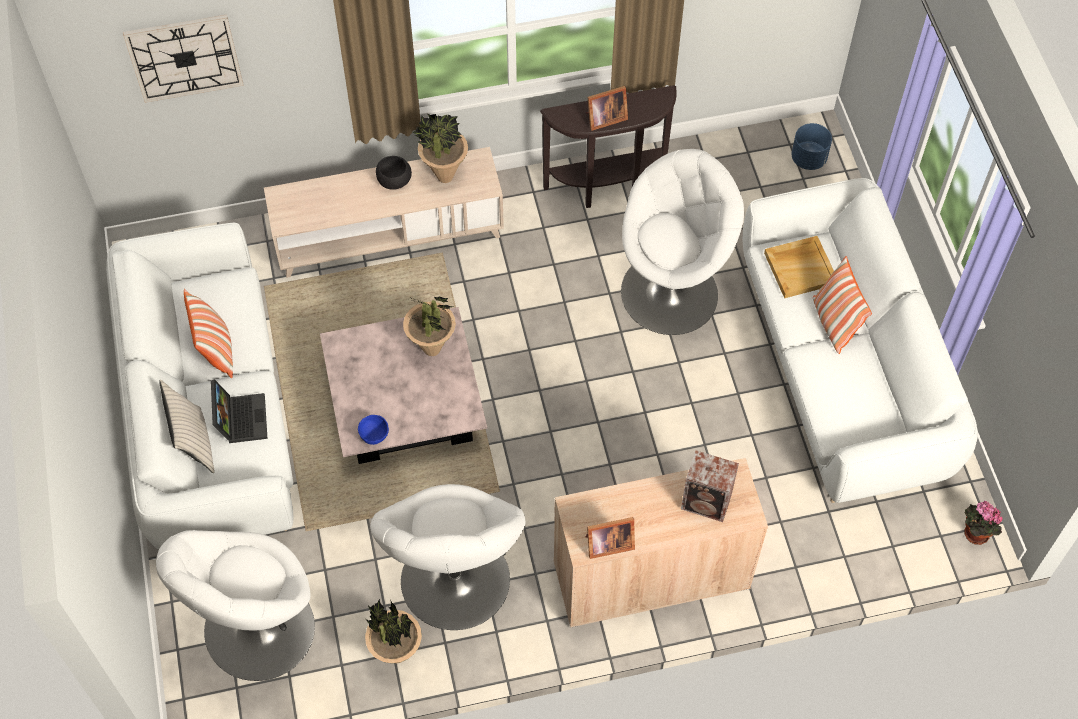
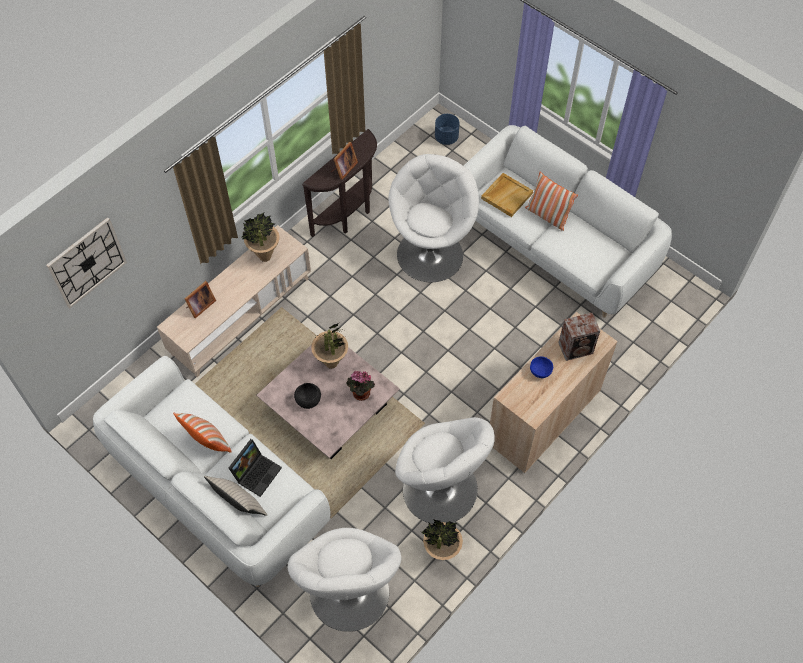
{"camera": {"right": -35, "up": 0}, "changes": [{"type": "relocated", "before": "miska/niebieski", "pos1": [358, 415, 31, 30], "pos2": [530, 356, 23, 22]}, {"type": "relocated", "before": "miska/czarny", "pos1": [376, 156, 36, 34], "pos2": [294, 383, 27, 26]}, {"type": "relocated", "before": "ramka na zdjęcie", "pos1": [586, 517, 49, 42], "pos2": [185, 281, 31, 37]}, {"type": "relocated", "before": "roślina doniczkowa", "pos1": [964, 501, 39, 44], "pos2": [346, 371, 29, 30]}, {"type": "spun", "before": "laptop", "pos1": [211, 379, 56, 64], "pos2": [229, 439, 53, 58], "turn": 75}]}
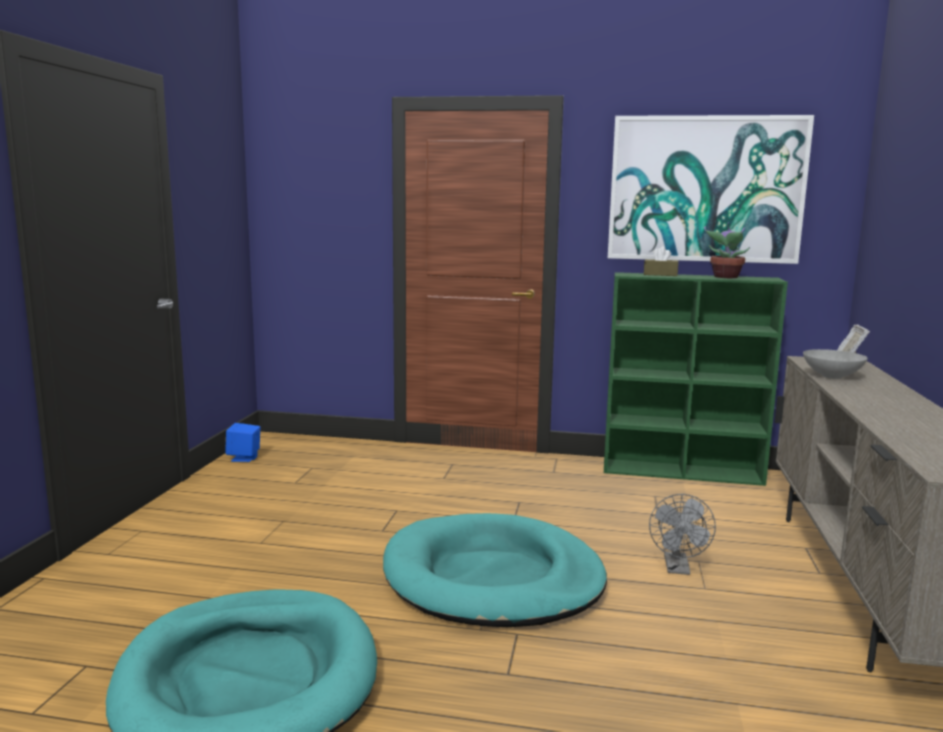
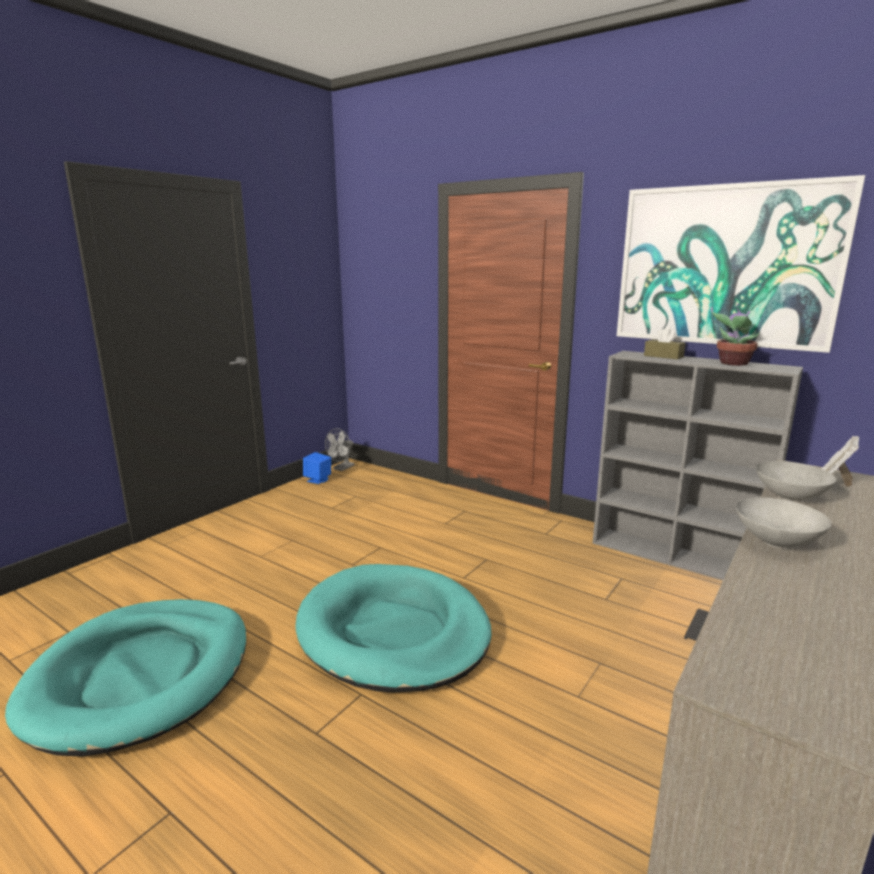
{"camera": {"right": 25, "up": 5}, "changes": [{"type": "appeared", "after": "miska/szary", "pos2": [736, 497, 95, 51]}, {"type": "relocated", "before": "wentylator/szary", "pos1": [649, 494, 67, 81], "pos2": [325, 428, 29, 43]}, {"type": "colour", "before": "regał/zielony", "after": "regał/szary", "pos1": [604, 272, 184, 214], "pos2": [593, 351, 210, 229]}]}
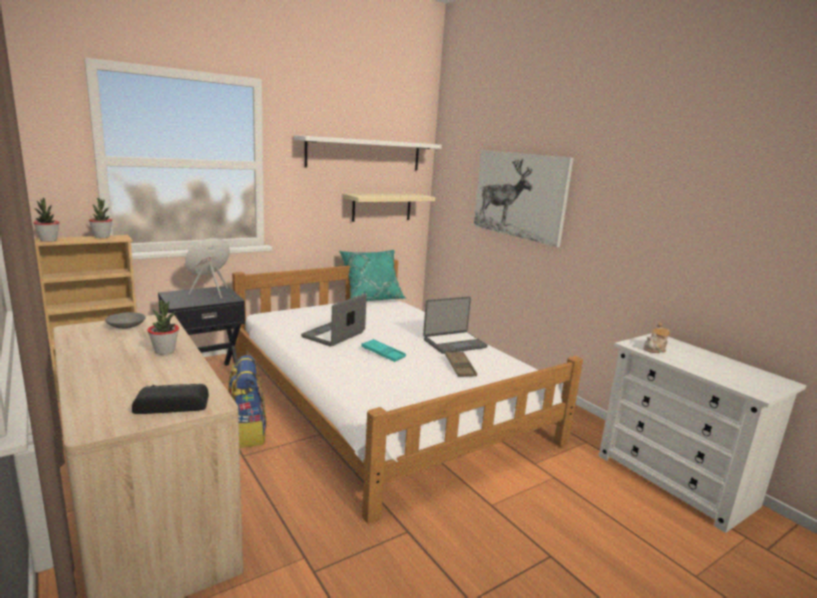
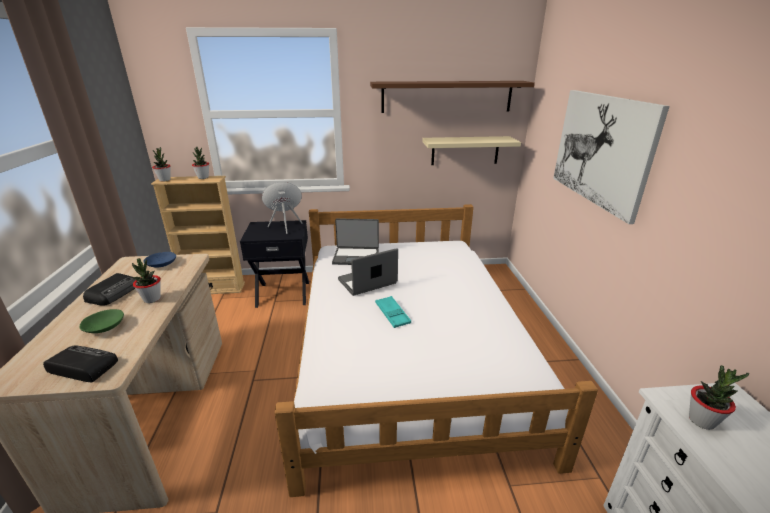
{"camera": {"right": 30, "up": 10}, "changes": [{"type": "missing", "before": "plecak", "pos1": [228, 355, 39, 93]}, {"type": "missing", "before": "poduszka/turkusowy", "pos1": [339, 250, 66, 51]}, {"type": "missing", "before": "taca/brązowy", "pos1": [445, 352, 32, 25]}, {"type": "appeared", "after": "miska/zielony", "pos2": [79, 309, 45, 24]}, {"type": "appeared", "after": "radio", "pos2": [83, 273, 53, 33]}, {"type": "relocated", "before": "laptop", "pos1": [423, 297, 65, 57], "pos2": [332, 218, 47, 47]}, {"type": "exchanged", "before": "imbryk", "after": "roślina doniczkowa", "pos1": [644, 323, 26, 30], "pos2": [689, 365, 61, 65]}, {"type": "colour", "before": "miska/szary", "after": "miska/niebieski", "pos1": [105, 312, 41, 17], "pos2": [143, 252, 33, 16]}, {"type": "colour", "before": "półka/biały", "after": "półka/brązowy", "pos1": [294, 135, 148, 36], "pos2": [370, 81, 165, 32]}]}
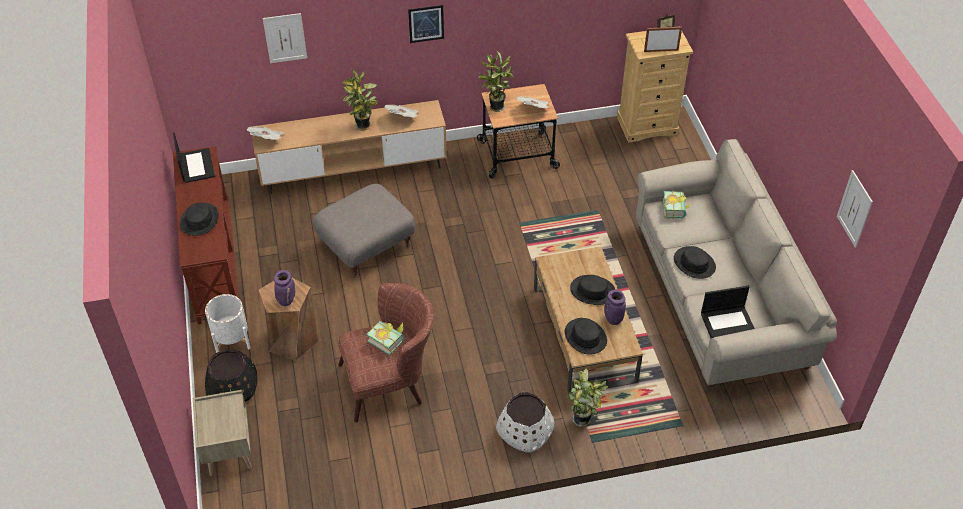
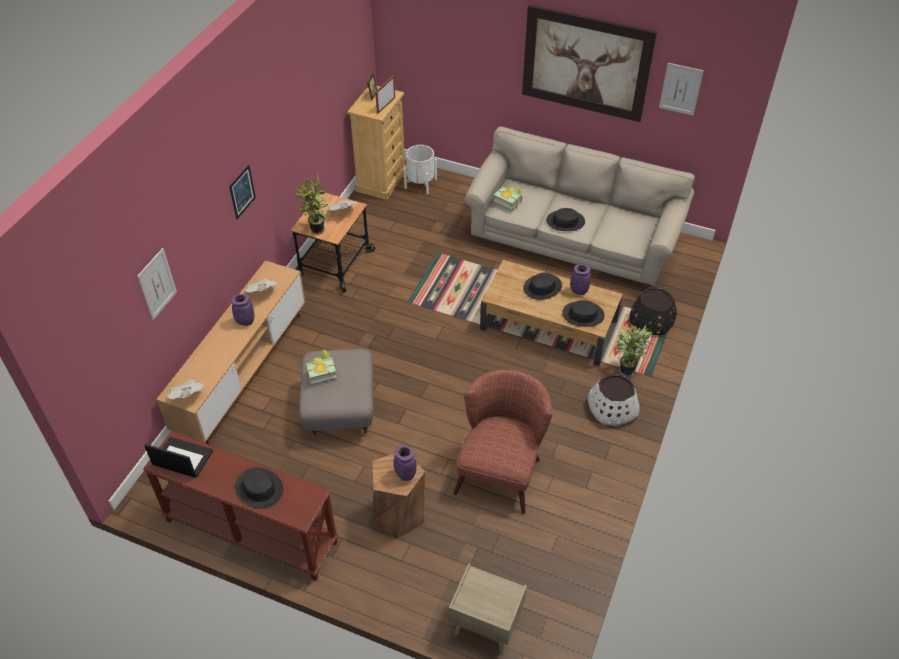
{"camera": {"right": -55, "up": 0}, "changes": [{"type": "missing", "before": "laptop", "pos1": [701, 286, 54, 52]}, {"type": "appeared", "after": "obraz", "pos2": [522, 5, 135, 117]}, {"type": "relocated", "before": "donica/biały", "pos1": [205, 294, 46, 59], "pos2": [404, 145, 33, 49]}, {"type": "relocated", "before": "donica/czarny", "pos1": [205, 349, 53, 53], "pos2": [630, 287, 47, 48]}, {"type": "relocated", "before": "książka", "pos1": [366, 321, 38, 34], "pos2": [306, 349, 32, 36]}, {"type": "exchanged", "before": "roślina doniczkowa", "after": "wazon/fioletowy", "pos1": [342, 69, 36, 62], "pos2": [231, 294, 24, 32]}]}
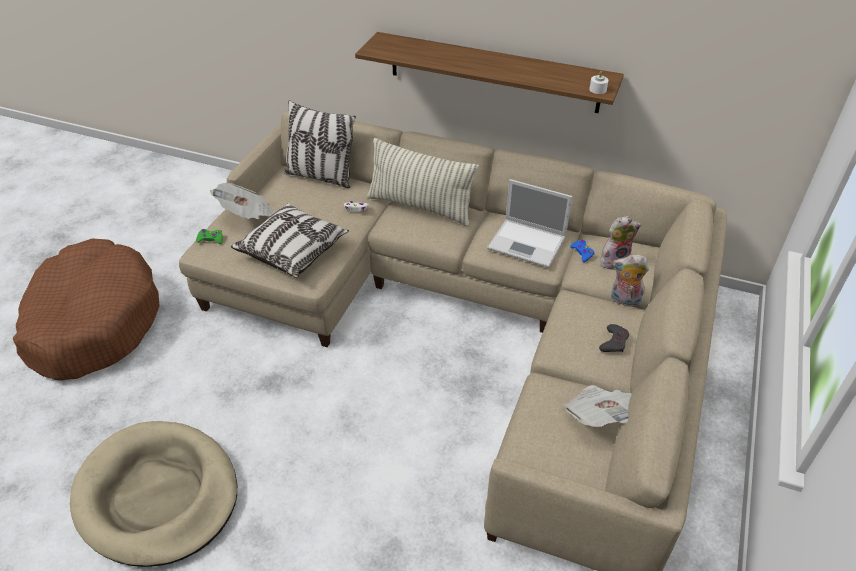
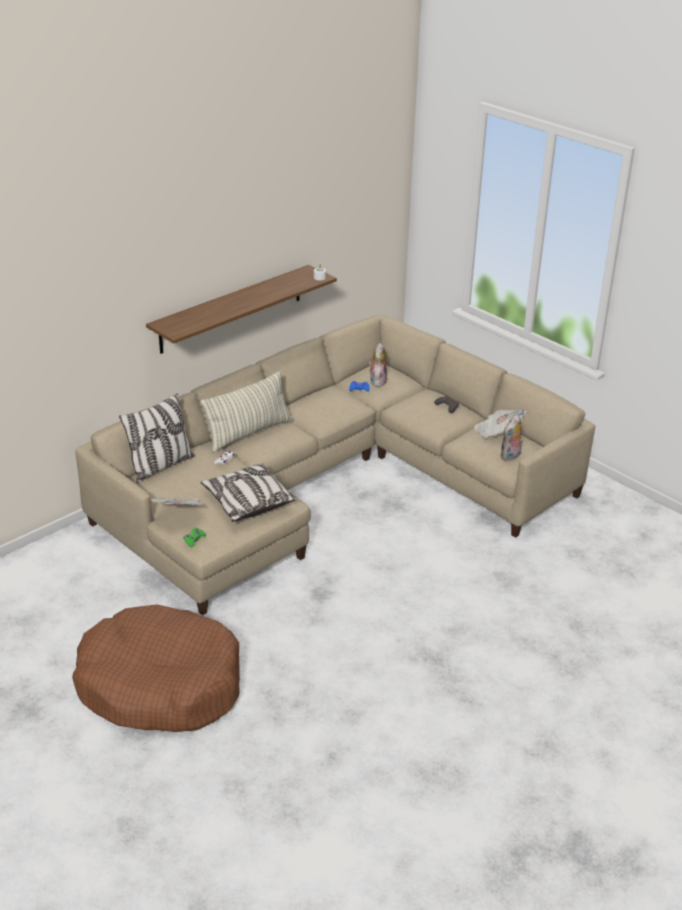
{"camera": {"right": -65, "up": -10}, "changes": [{"type": "missing", "before": "legowisko/beżowy", "pos1": [70, 421, 167, 146]}, {"type": "missing", "before": "laptop", "pos1": [487, 179, 86, 89]}, {"type": "relocated", "before": "pluszak", "pos1": [611, 254, 38, 53], "pos2": [500, 415, 23, 46]}]}
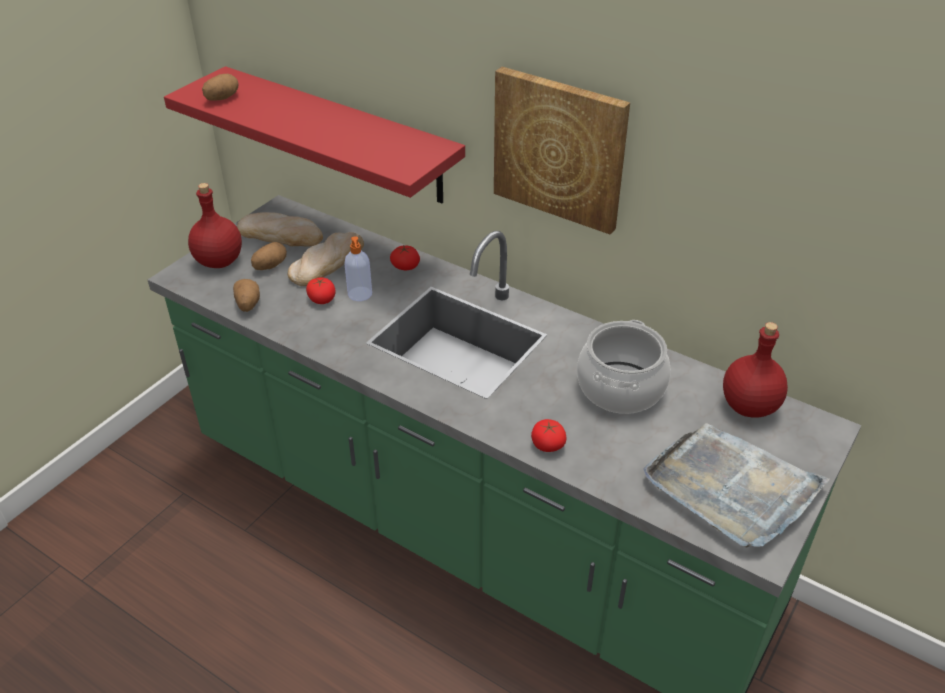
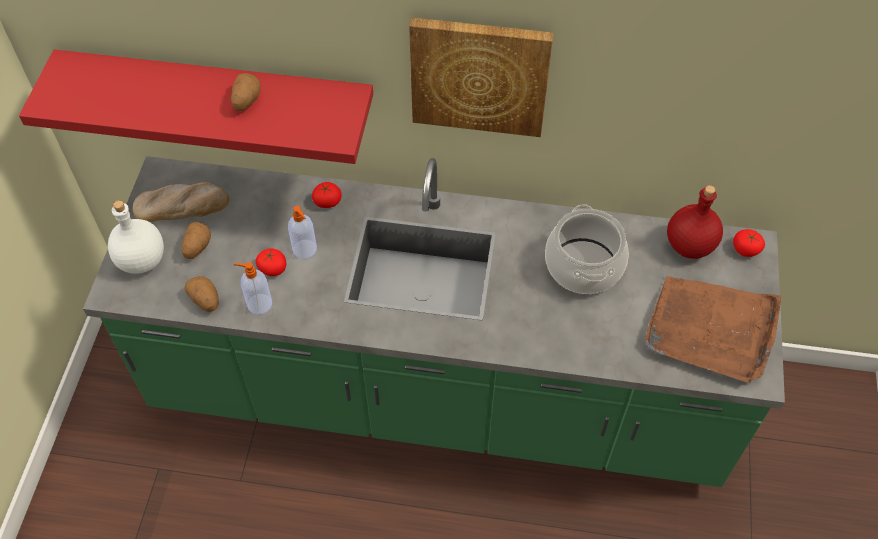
{"camera": {"right": -25, "up": 15}, "changes": [{"type": "missing", "before": "chleb", "pos1": [288, 232, 76, 54]}, {"type": "appeared", "after": "dozownik mydła", "pos2": [233, 262, 39, 52]}, {"type": "relocated", "before": "ziemniak", "pos1": [202, 74, 36, 27], "pos2": [231, 73, 30, 38]}, {"type": "relocated", "before": "pomidor", "pos1": [531, 419, 36, 33], "pos2": [733, 229, 32, 28]}, {"type": "colour", "before": "butelka/czerwony", "after": "butelka/biały", "pos1": [188, 183, 54, 85], "pos2": [108, 200, 56, 74]}, {"type": "colour", "before": "taca/szary", "after": "taca/brązowy", "pos1": [643, 423, 187, 125], "pos2": [645, 276, 136, 107]}]}
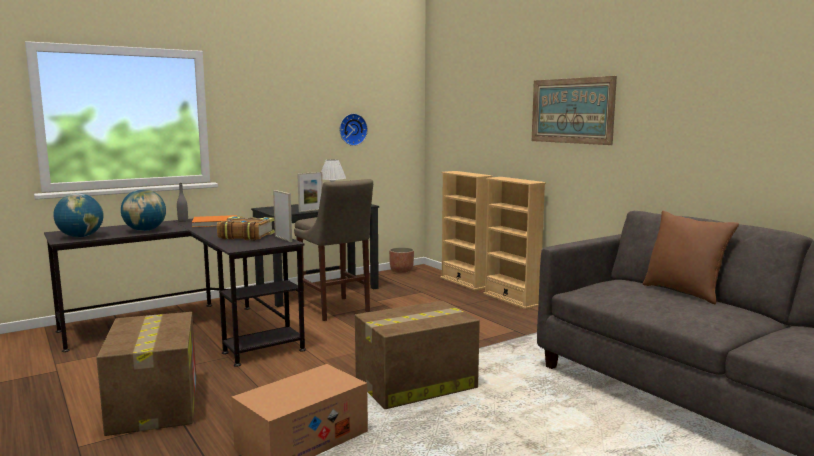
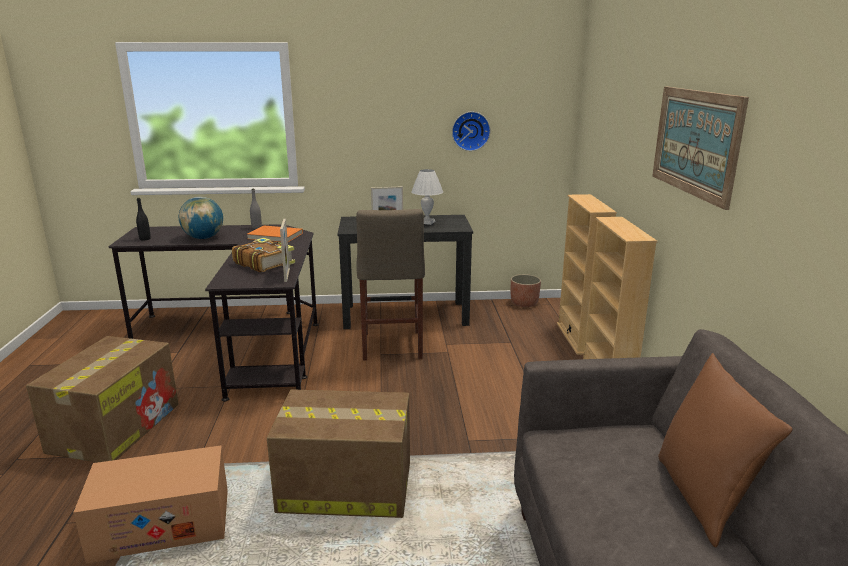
{"camera": {"right": 30, "up": 10}, "changes": [{"type": "exchanged", "before": "globus", "after": "butelka/czarny", "pos1": [53, 193, 51, 44], "pos2": [136, 198, 15, 42]}]}
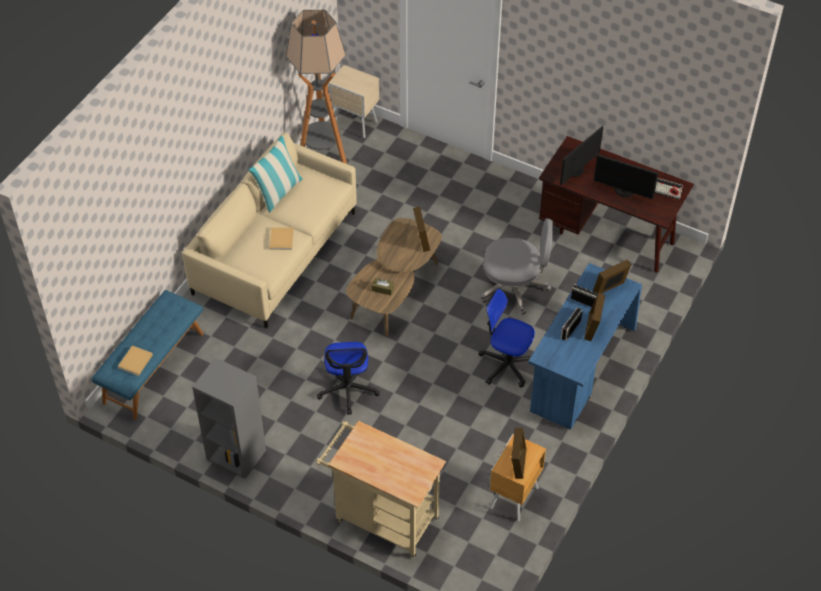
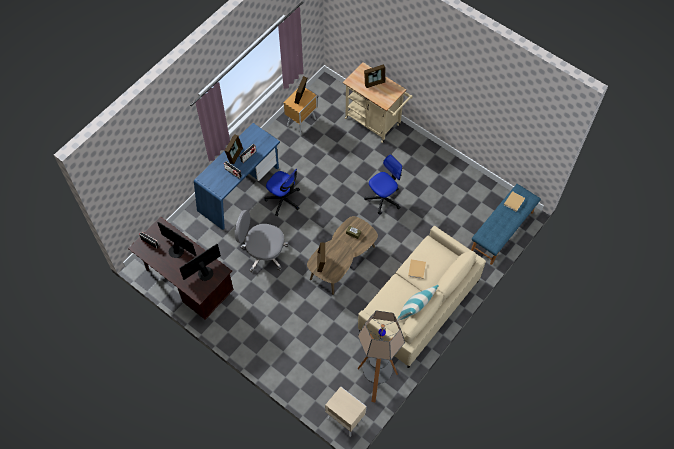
{"camera": {"right": -170, "up": 10}, "changes": [{"type": "missing", "before": "regał/szary", "pos1": [192, 358, 74, 121]}, {"type": "relocated", "before": "ramka na zdjęcie", "pos1": [593, 260, 38, 34], "pos2": [364, 65, 21, 23]}, {"type": "spun", "before": "krzesło biurowe", "pos1": [317, 342, 63, 73], "pos2": [364, 154, 38, 61], "turn": 45}]}
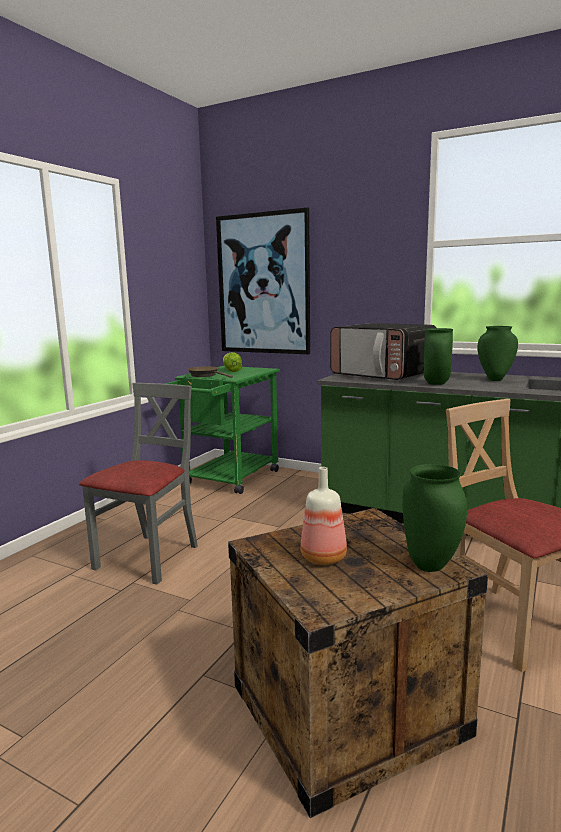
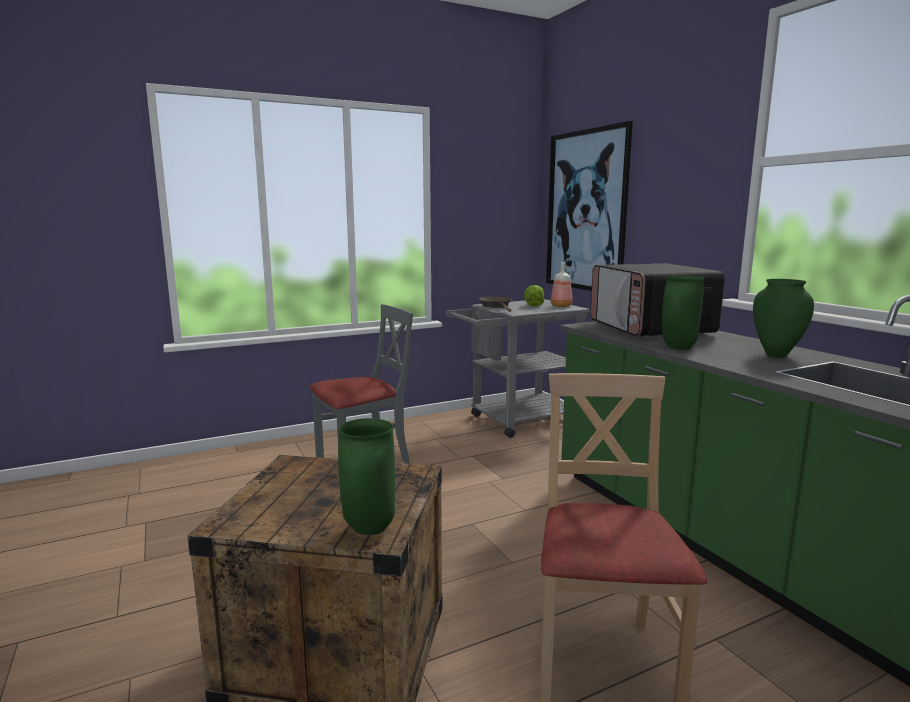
{"camera": {"right": 35, "up": 0}, "changes": [{"type": "relocated", "before": "butelka", "pos1": [300, 467, 47, 98], "pos2": [551, 262, 21, 45]}, {"type": "colour", "before": "wózek/zielony", "after": "wózek/szary", "pos1": [165, 366, 115, 128], "pos2": [446, 299, 144, 139]}]}
